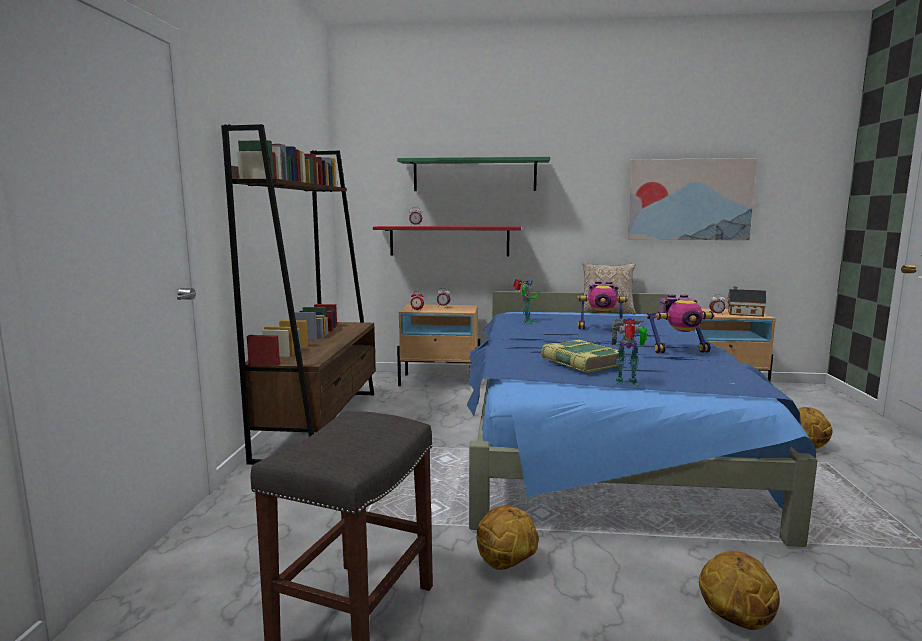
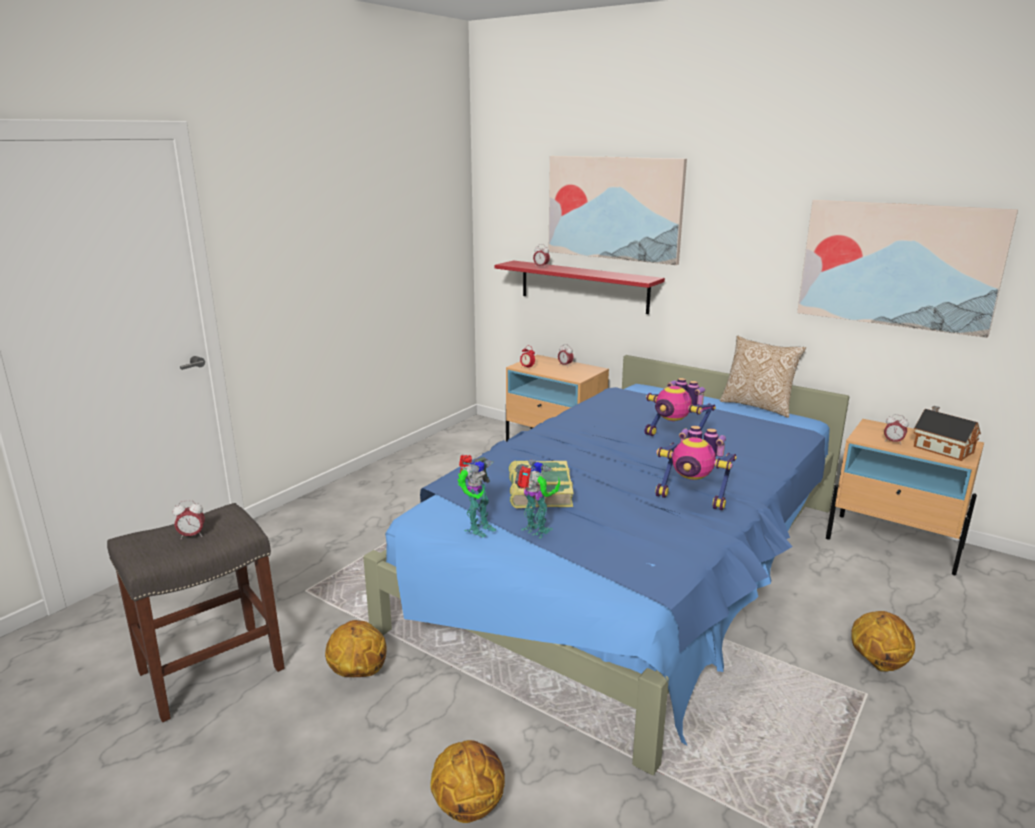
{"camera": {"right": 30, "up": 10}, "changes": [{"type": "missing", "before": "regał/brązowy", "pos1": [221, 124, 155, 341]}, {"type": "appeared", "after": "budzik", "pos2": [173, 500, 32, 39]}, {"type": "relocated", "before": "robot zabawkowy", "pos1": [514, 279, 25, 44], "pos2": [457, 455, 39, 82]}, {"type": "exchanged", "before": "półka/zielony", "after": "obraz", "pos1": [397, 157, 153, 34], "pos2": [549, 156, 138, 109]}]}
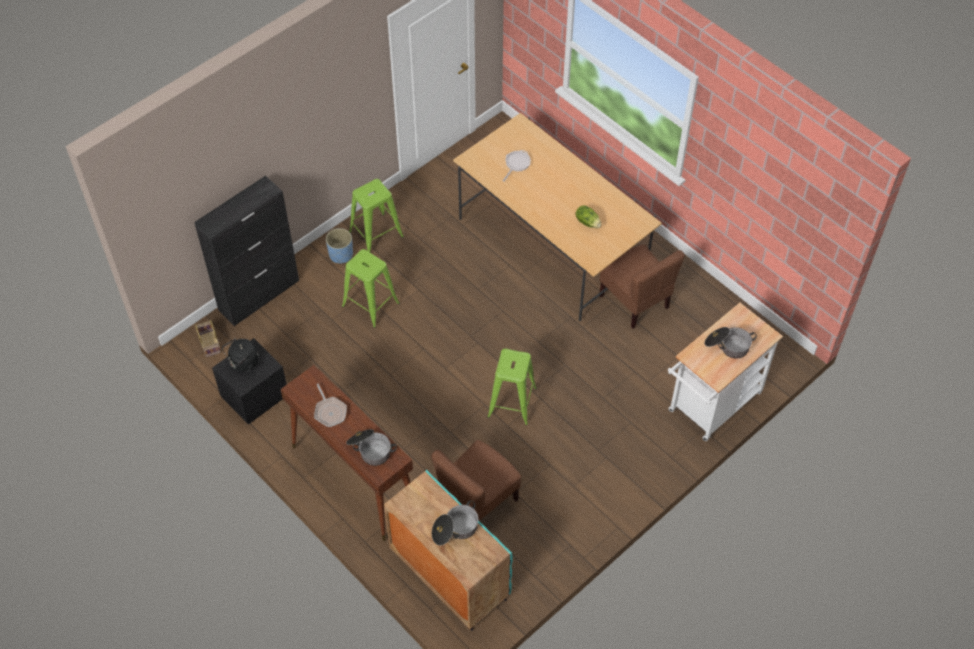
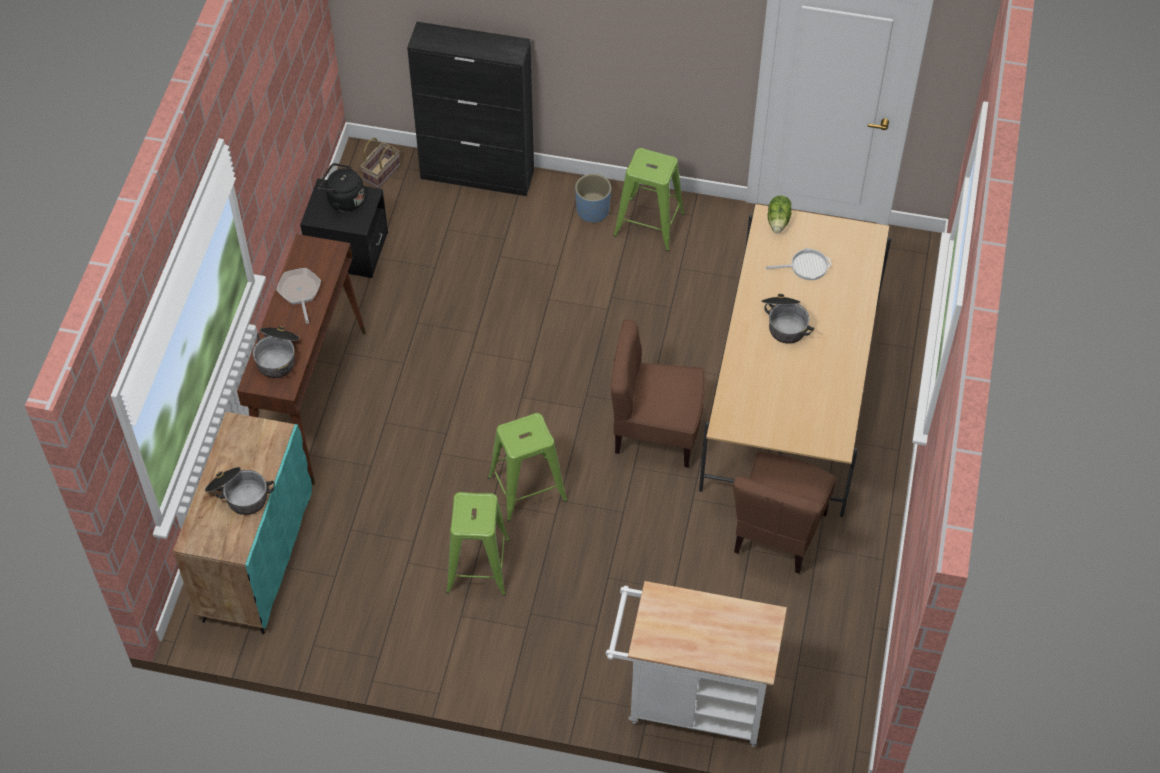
{"camera": {"right": 55, "up": 0}, "changes": [{"type": "relocated", "before": "stołek/zielony", "pos1": [342, 249, 57, 79], "pos2": [446, 492, 64, 104]}, {"type": "relocated", "before": "krzesło/brązowy", "pos1": [431, 440, 90, 80], "pos2": [611, 319, 94, 148]}, {"type": "relocated", "before": "sałata", "pos1": [575, 205, 27, 23], "pos2": [768, 196, 24, 37]}, {"type": "relocated", "before": "garnek", "pos1": [704, 327, 53, 32], "pos2": [761, 294, 53, 50]}, {"type": "spun", "before": "patelnia", "pos1": [314, 384, 33, 43], "pos2": [276, 268, 45, 56], "turn": 135}]}
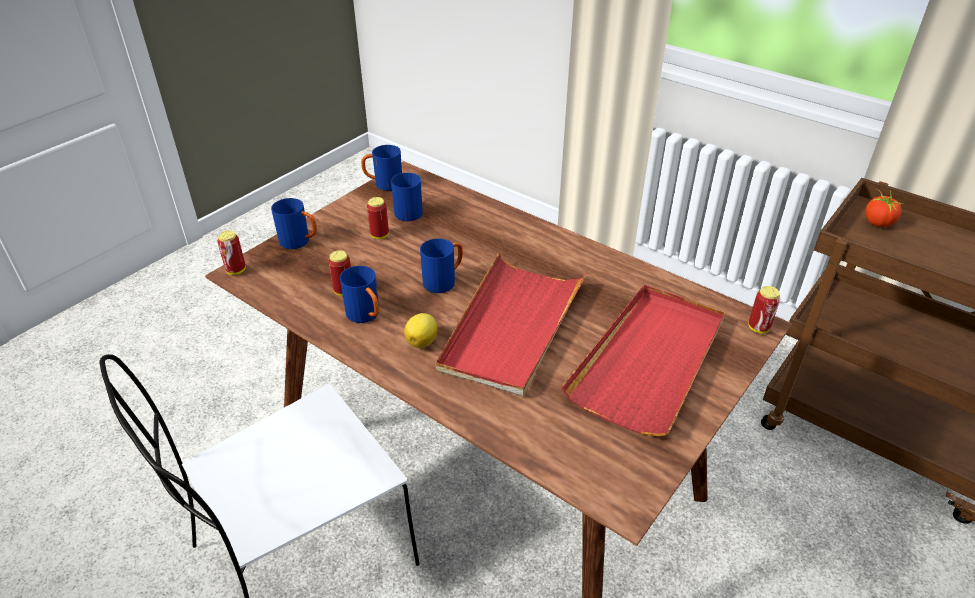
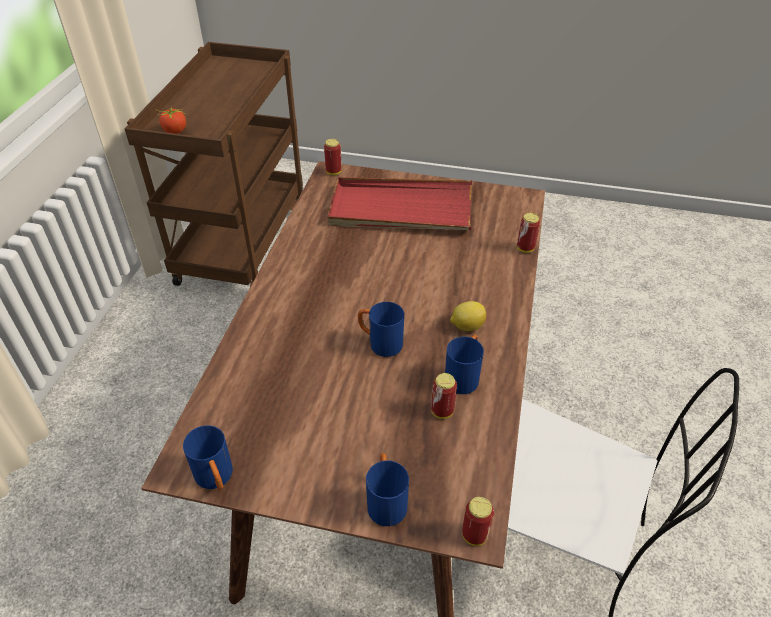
{"camera": {"right": -115, "up": 5}, "changes": [{"type": "missing", "before": "kubek/niebieski", "pos1": [391, 173, 32, 48]}, {"type": "missing", "before": "taca/czerwony", "pos1": [436, 253, 151, 144]}, {"type": "relocated", "before": "puszka", "pos1": [367, 197, 22, 42], "pos2": [517, 213, 23, 40]}]}
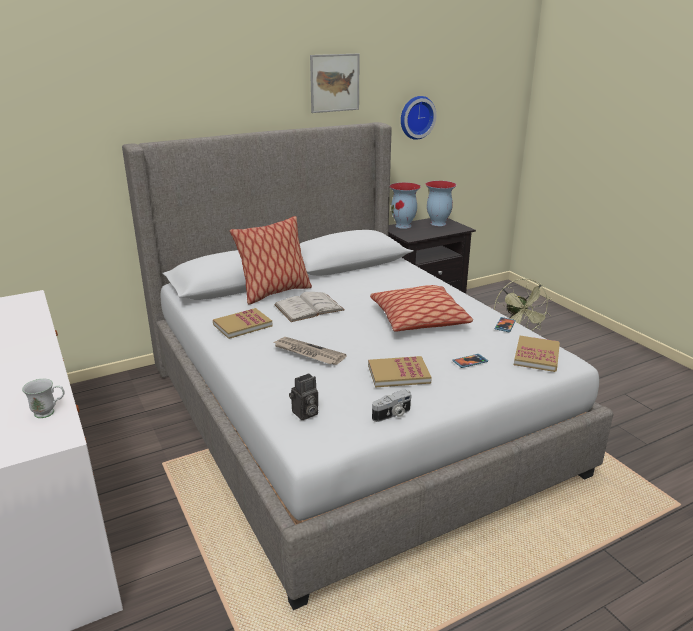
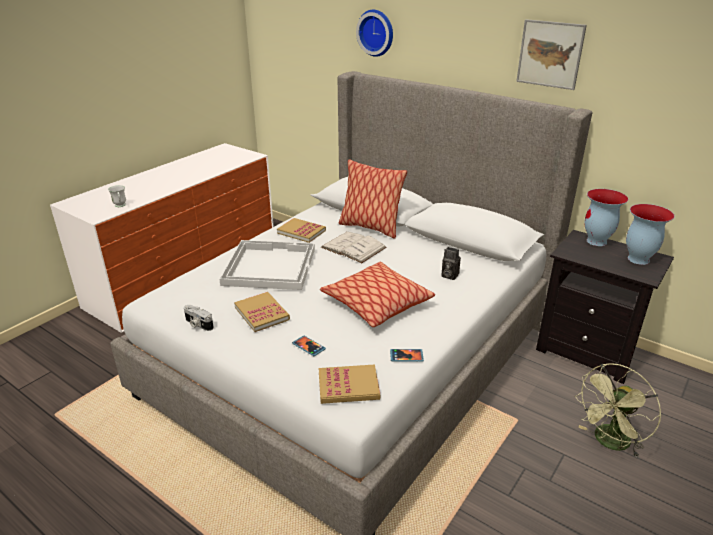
{"camera": {"right": 65, "up": 5}, "changes": [{"type": "relocated", "before": "aparat fotograficzny", "pos1": [289, 373, 29, 47], "pos2": [441, 247, 20, 33]}, {"type": "relocated", "before": "zegar ścienny", "pos1": [401, 96, 35, 44], "pos2": [356, 10, 37, 47]}, {"type": "exchanged", "before": "gazeta", "after": "taca/biały", "pos1": [273, 337, 74, 28], "pos2": [219, 240, 96, 50]}]}
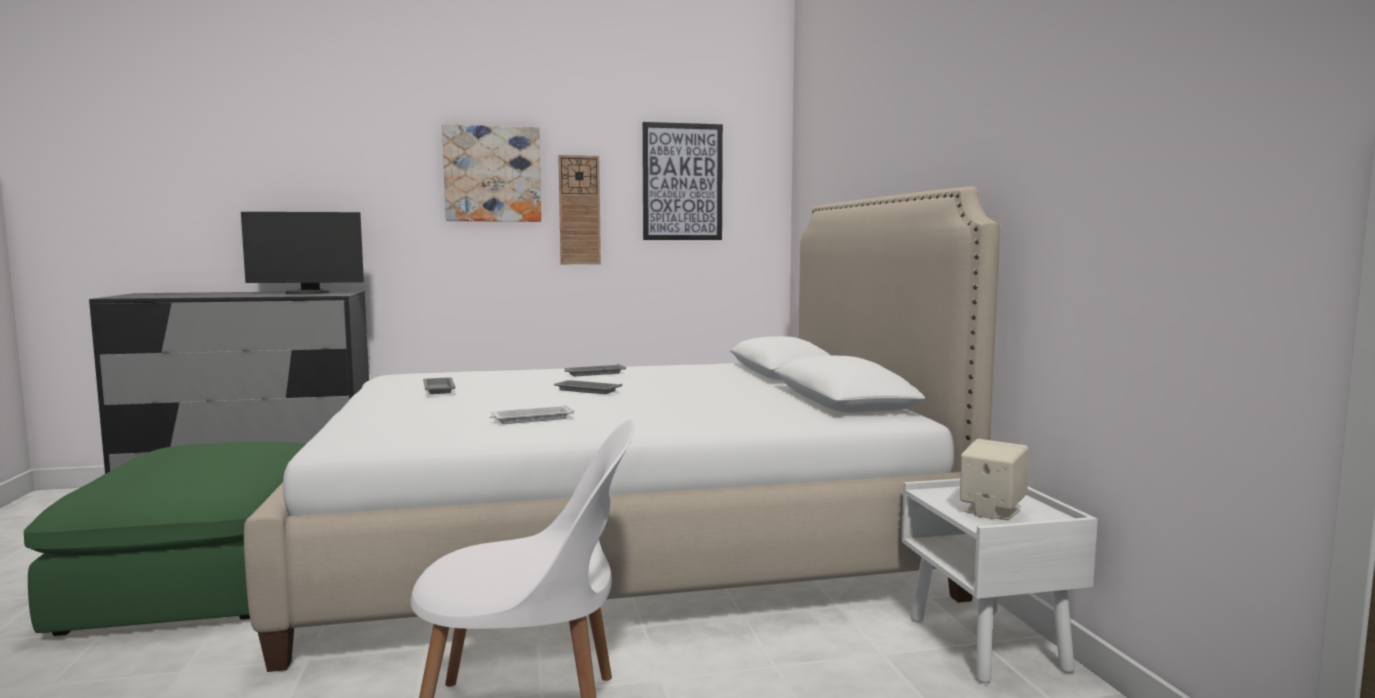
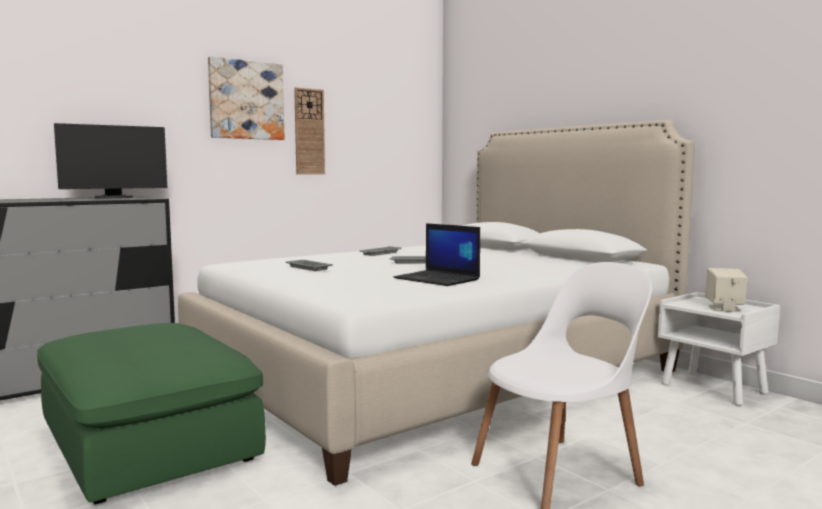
{"camera": {"right": -25, "up": 0}, "changes": [{"type": "missing", "before": "obraz", "pos1": [642, 122, 81, 118]}, {"type": "exchanged", "before": "taca/biały", "after": "laptop", "pos1": [490, 405, 84, 19], "pos2": [394, 223, 86, 63]}]}
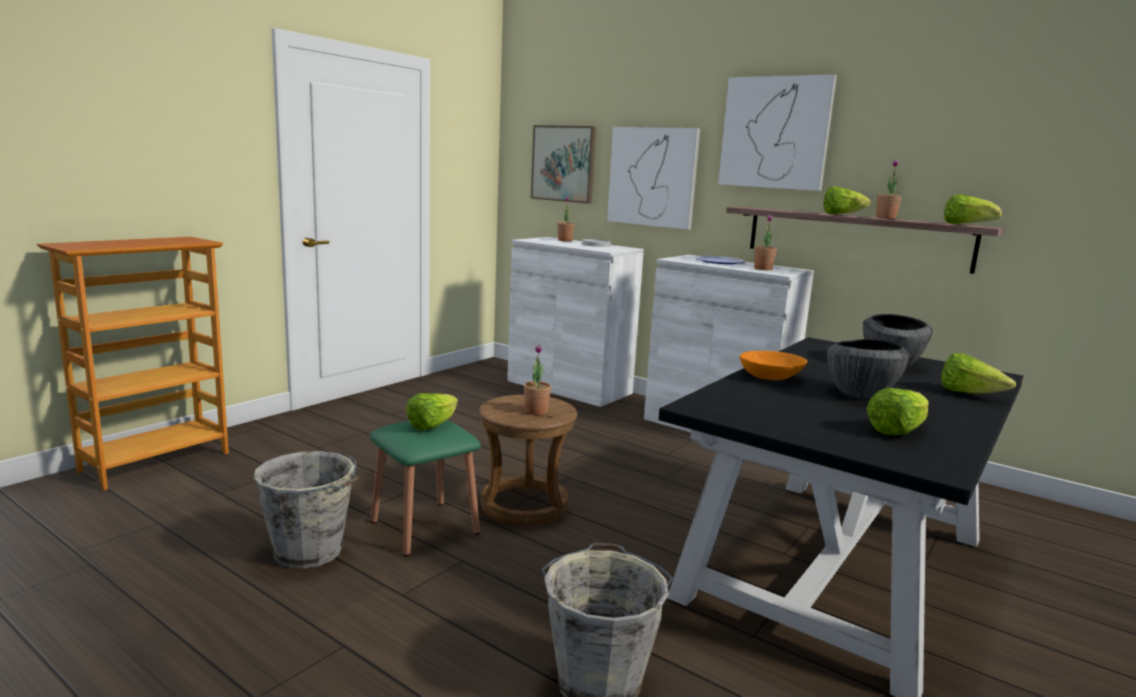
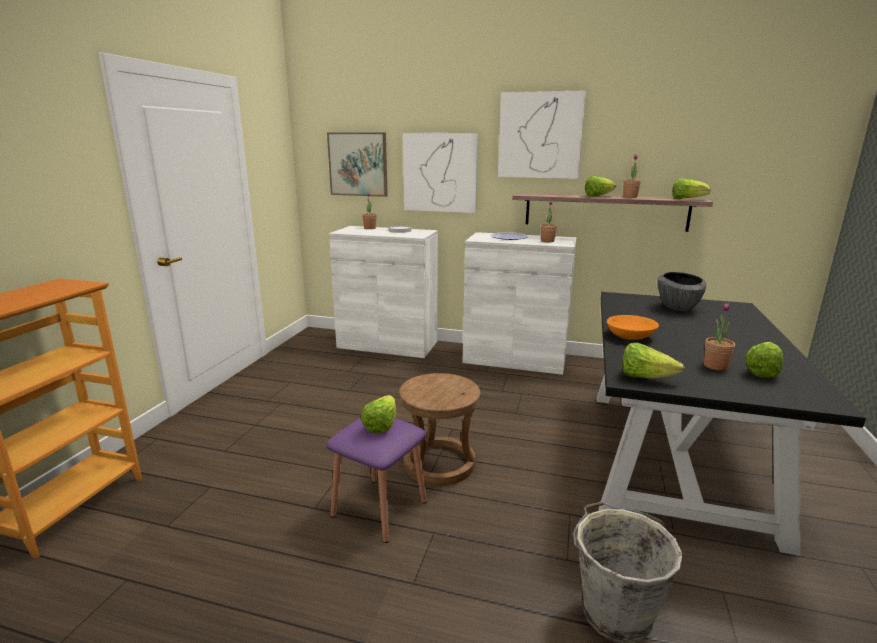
{"camera": {"right": -20, "up": 5}, "changes": [{"type": "missing", "before": "wiadro/szary", "pos1": [253, 451, 105, 118]}, {"type": "missing", "before": "miska", "pos1": [827, 339, 83, 60]}, {"type": "relocated", "before": "roślina doniczkowa", "pos1": [524, 344, 27, 71], "pos2": [704, 303, 31, 68]}, {"type": "relocated", "before": "sałata", "pos1": [941, 353, 75, 40], "pos2": [622, 343, 63, 35]}, {"type": "colour", "before": "stołek/zielony", "after": "stołek/fioletowy", "pos1": [370, 420, 111, 136], "pos2": [326, 418, 101, 125]}]}
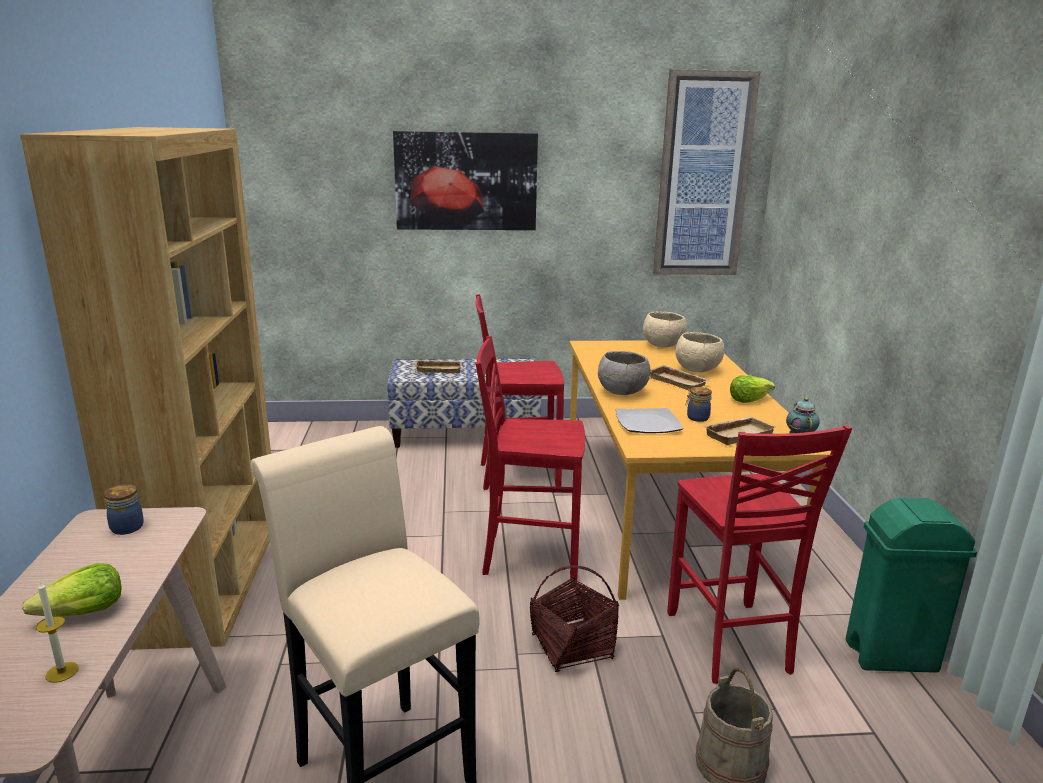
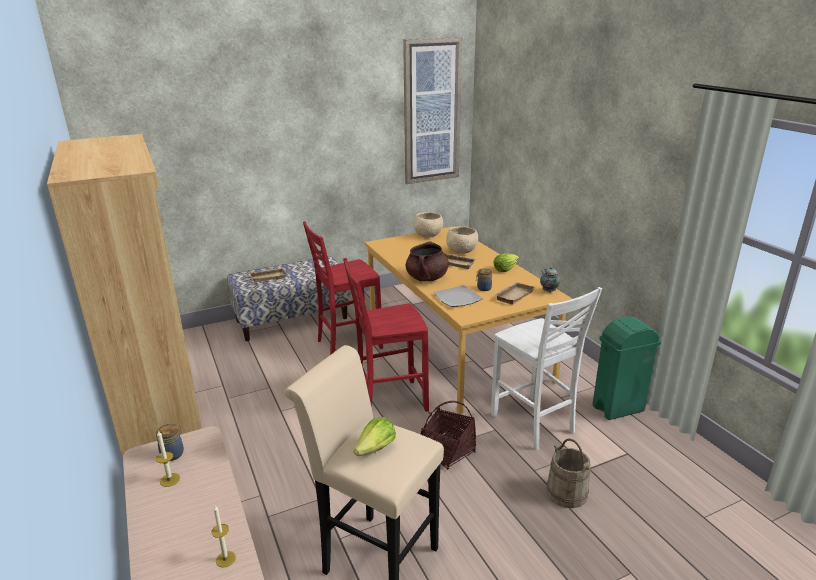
{"camera": {"right": -20, "up": 5}, "changes": [{"type": "missing", "before": "obraz", "pos1": [393, 131, 145, 99]}, {"type": "appeared", "after": "świeca", "pos2": [156, 431, 24, 56]}, {"type": "relocated", "before": "sałata", "pos1": [22, 563, 99, 53], "pos2": [354, 417, 42, 39]}, {"type": "exchanged", "before": "miska/szary", "after": "garnek/brązowy", "pos1": [598, 351, 52, 44], "pos2": [406, 241, 43, 40]}, {"type": "colour", "before": "krzesło/czerwony", "after": "krzesło/biały", "pos1": [667, 425, 185, 259], "pos2": [491, 287, 111, 163]}]}
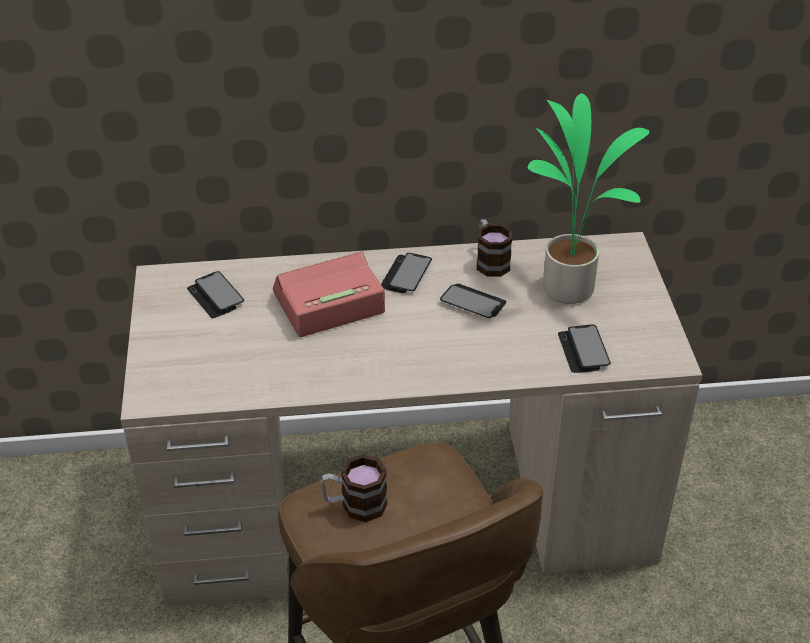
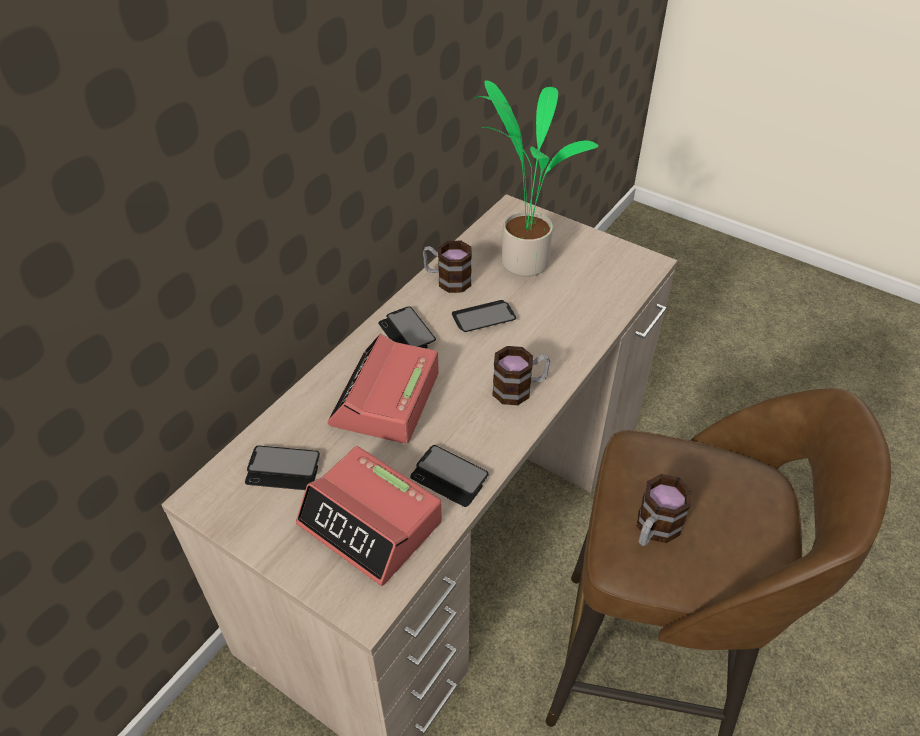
{"camera": {"right": -50, "up": 5}, "changes": [{"type": "appeared", "after": "budzik", "pos2": [296, 446, 146, 140]}, {"type": "appeared", "after": "kubek", "pos2": [492, 346, 58, 59]}, {"type": "relocated", "before": "telefon", "pos1": [558, 324, 53, 49], "pos2": [410, 445, 78, 62]}]}
